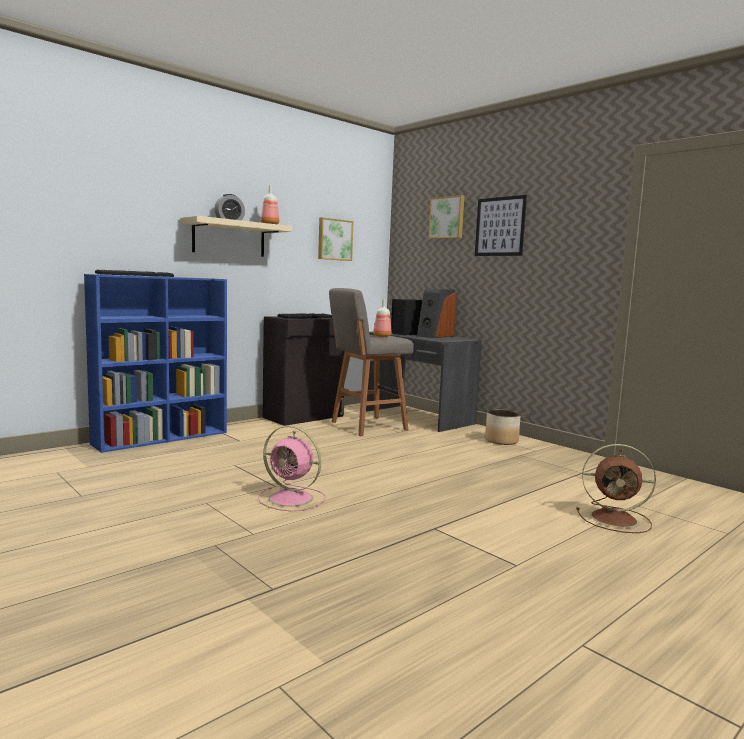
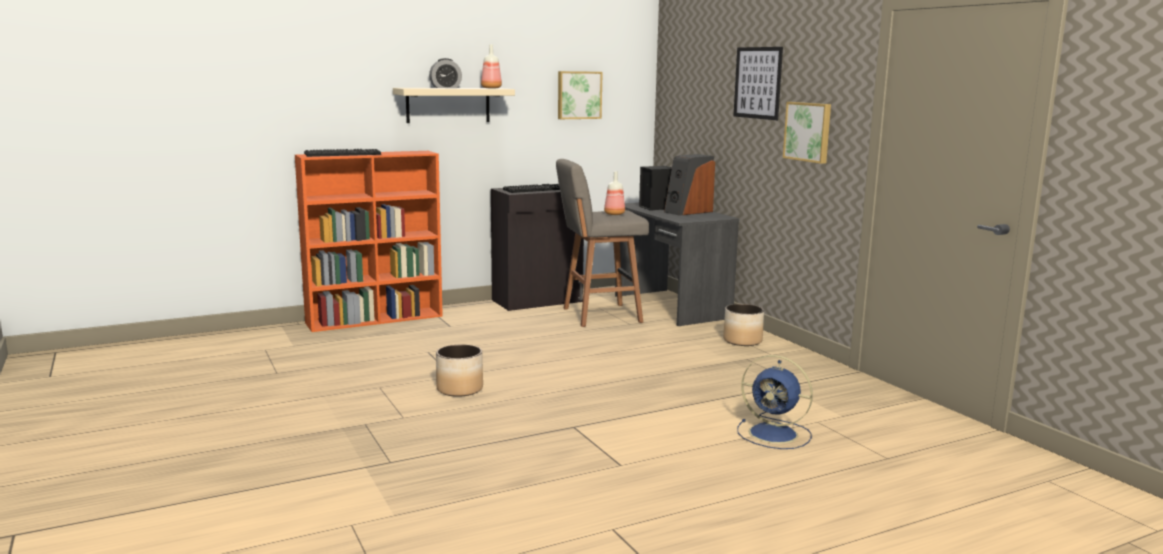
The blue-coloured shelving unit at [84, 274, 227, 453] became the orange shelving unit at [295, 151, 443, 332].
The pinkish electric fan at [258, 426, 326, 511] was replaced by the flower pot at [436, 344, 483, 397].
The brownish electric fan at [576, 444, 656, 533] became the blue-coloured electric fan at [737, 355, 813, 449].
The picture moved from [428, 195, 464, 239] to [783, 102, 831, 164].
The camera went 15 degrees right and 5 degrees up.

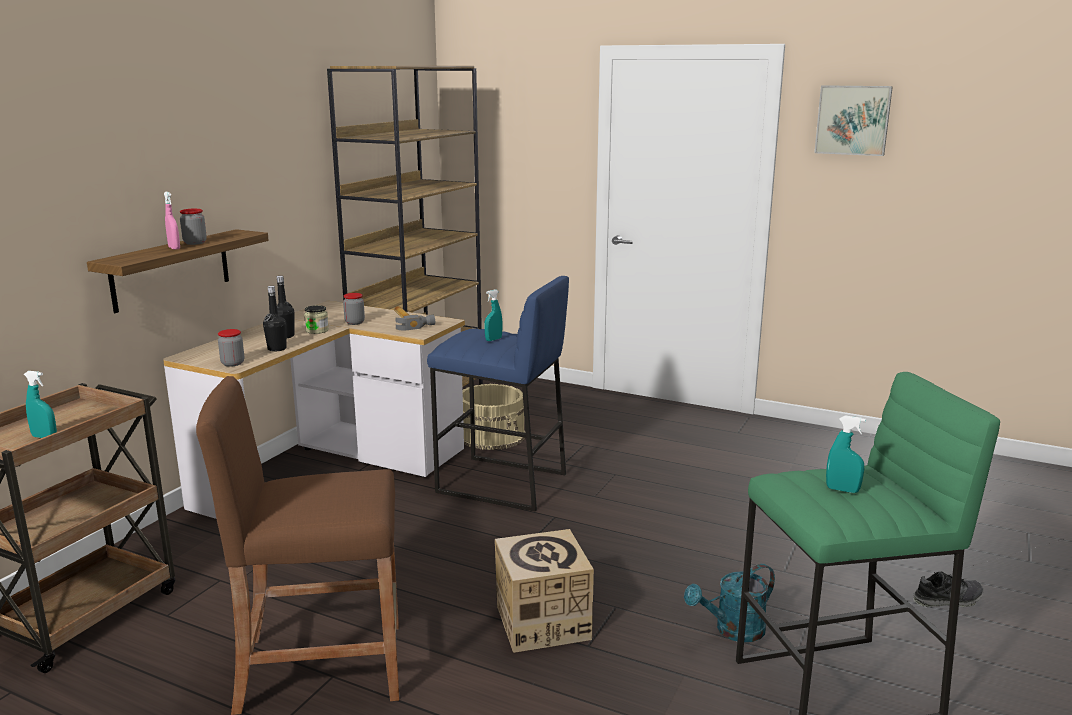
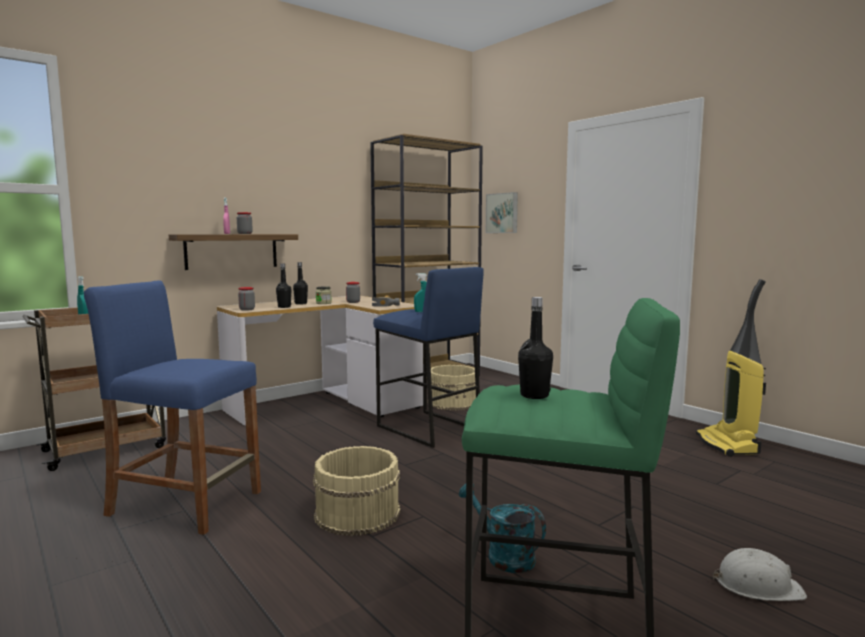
The brownish stool seat at [196, 376, 399, 715] became the blue-coloured stool seat at [84, 280, 261, 535].
The cardboard box at [495, 529, 594, 653] was replaced by the beige pail at [313, 446, 401, 536].
The turquoise sprinkling can at [684, 564, 775, 642] turned 45 degrees clockwise.
The picture moved from [814, 85, 893, 156] to [486, 192, 518, 233].
The turquoise hand sprayer at [826, 416, 866, 493] was replaced by the black-coloured beverage bottle at [518, 297, 553, 399].
The vacuum cleaner at [696, 279, 766, 457] appeared.
The item of footwear at [913, 572, 983, 608] was replaced by the white-coloured safety helmet at [713, 548, 807, 601].
The camera went 25 degrees right and 10 degrees down.

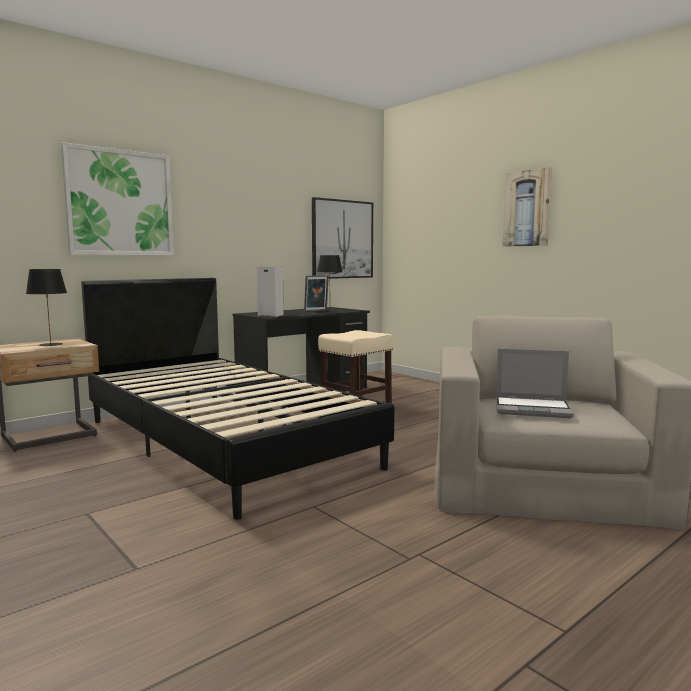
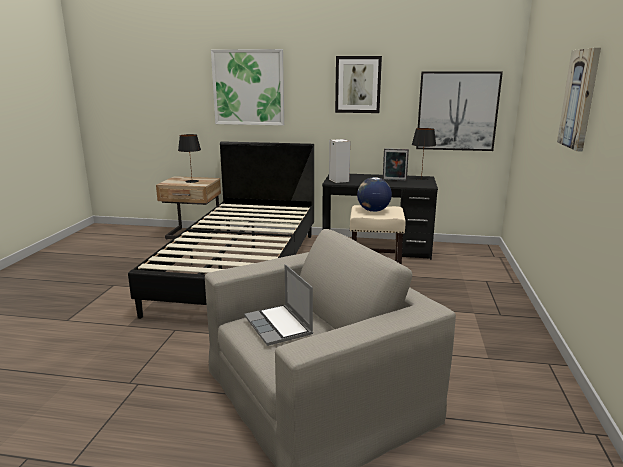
The picture at [335, 56, 382, 113] appeared.
The world globe at [357, 177, 392, 212] appeared.
The camera went 50 degrees right and 10 degrees up.

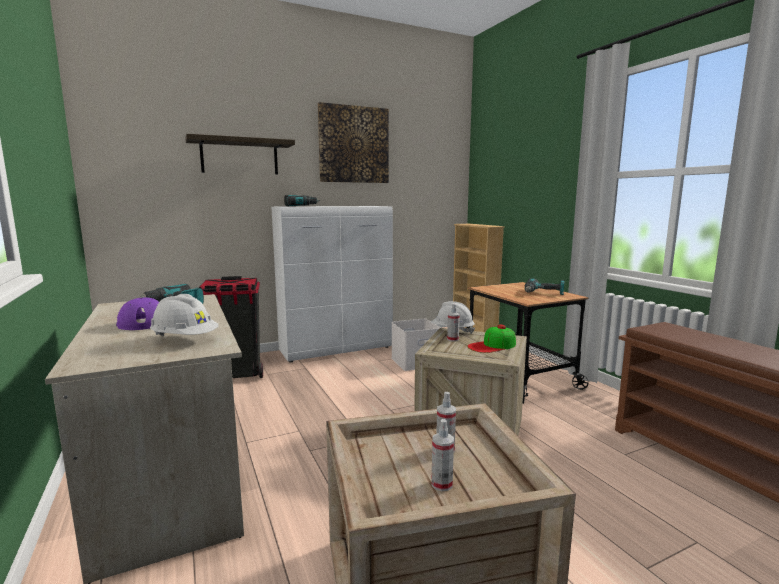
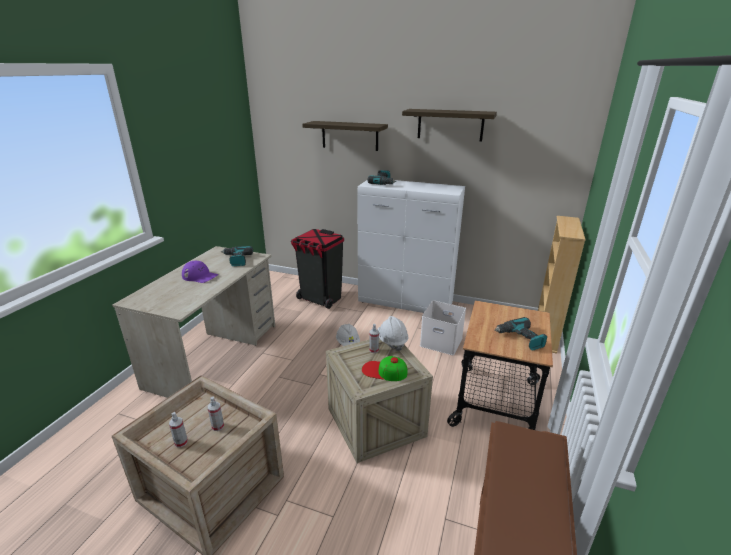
The white-coloured safety helmet moved from [150, 294, 219, 336] to [336, 324, 360, 346].
The picture at [318, 102, 389, 183] was replaced by the bracket shelf at [402, 109, 497, 142].
The camera went 45 degrees right and 15 degrees up.

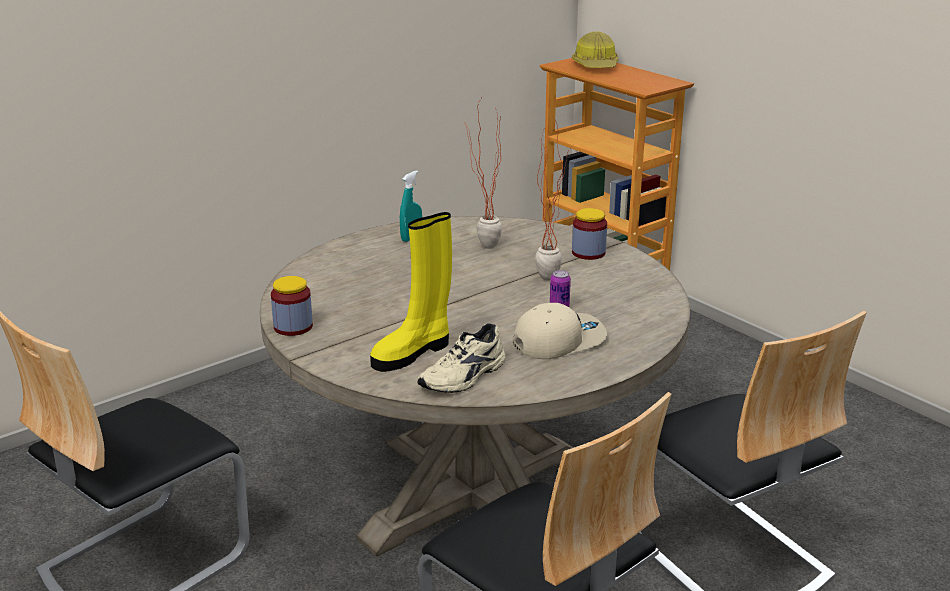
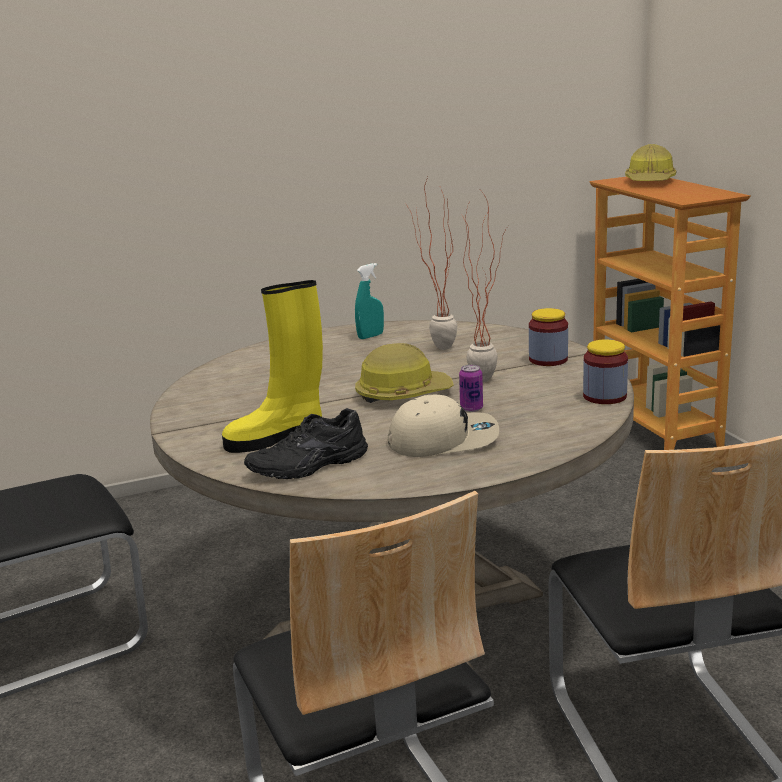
The beige item of footwear at [417, 323, 506, 393] became the black-coloured item of footwear at [244, 408, 368, 479].
The safety helmet at [355, 343, 454, 403] appeared.
The jar moved from [271, 276, 313, 336] to [583, 340, 628, 404].
The camera went 20 degrees right and 5 degrees down.

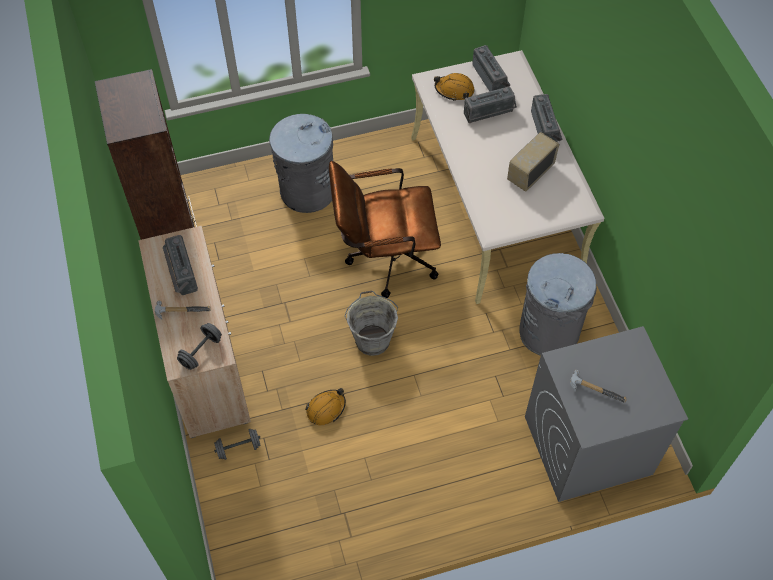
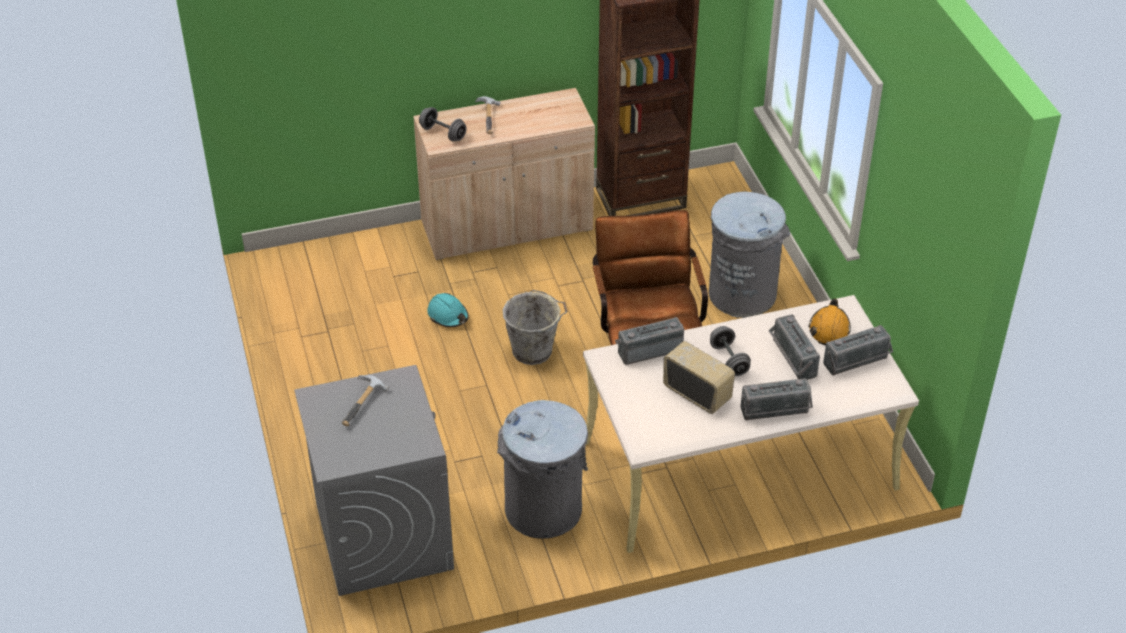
The orange safety helmet at [305, 388, 346, 425] became the turquoise safety helmet at [427, 293, 469, 327].
The radio set moved from [163, 235, 198, 295] to [615, 317, 684, 365].
The grey hand weight moved from [214, 429, 261, 460] to [710, 326, 751, 376].
The camera went 90 degrees right and 15 degrees down.

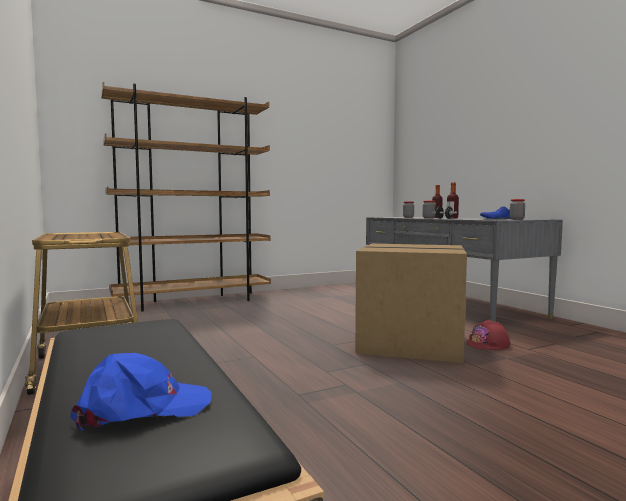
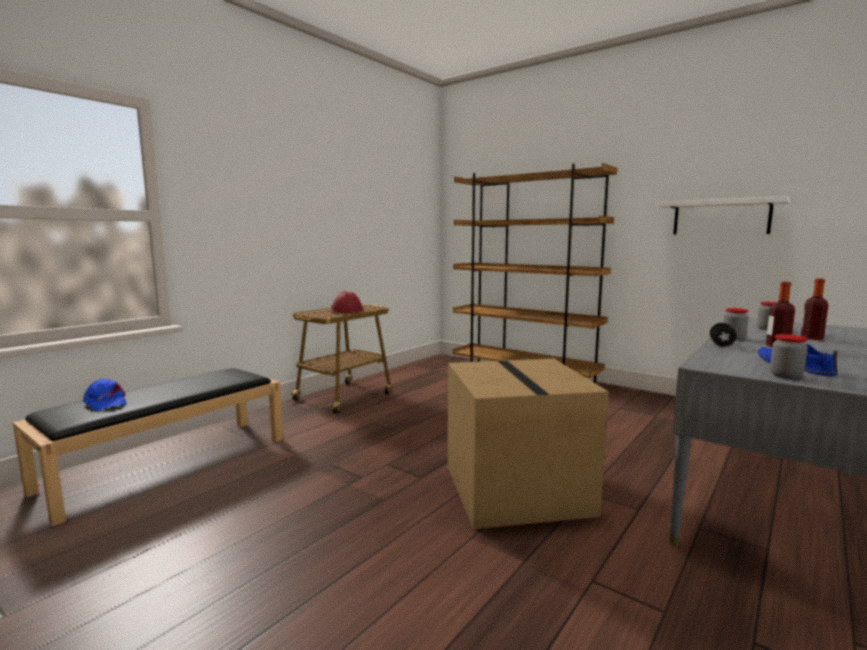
The reddish safety helmet moved from [466, 320, 510, 350] to [330, 291, 363, 313].
The white-coloured bracket shelf at [656, 196, 790, 234] appeared.
The camera went 65 degrees right and 5 degrees up.

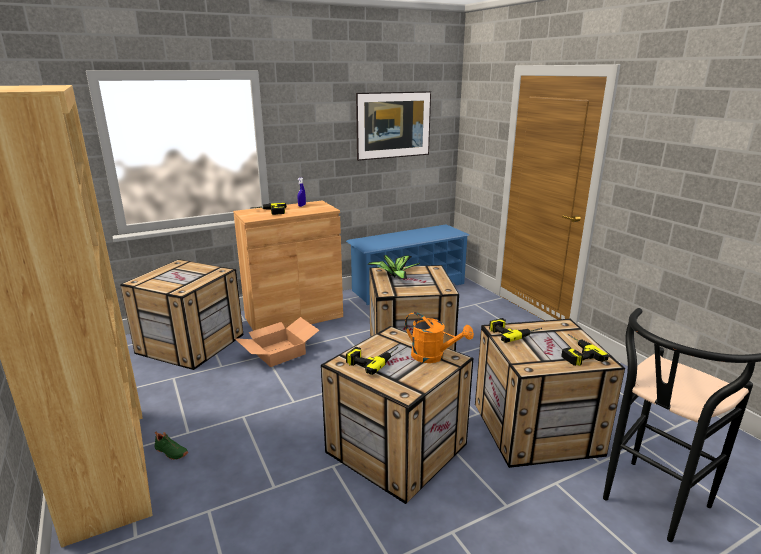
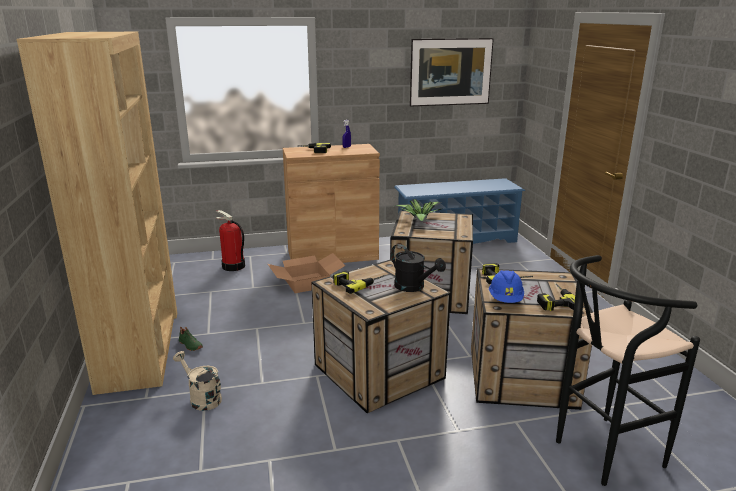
The beige sprinkling can at [173, 351, 222, 411] appeared.
The crate at [120, 259, 243, 370] was replaced by the fire extinguisher at [216, 210, 245, 271].
The orange sprinkling can at [405, 312, 474, 363] became the black-coloured sprinkling can at [391, 244, 446, 292].
The blue-coloured safety helmet at [489, 270, 524, 303] appeared.
The camera went 15 degrees right and 0 degrees up.

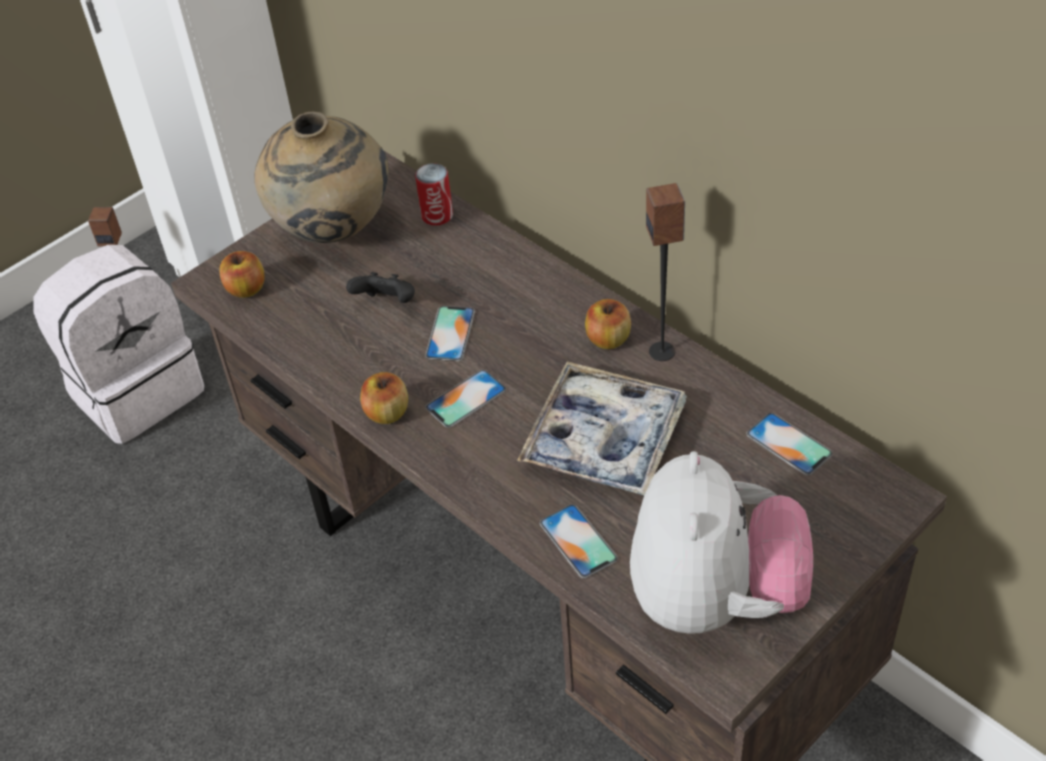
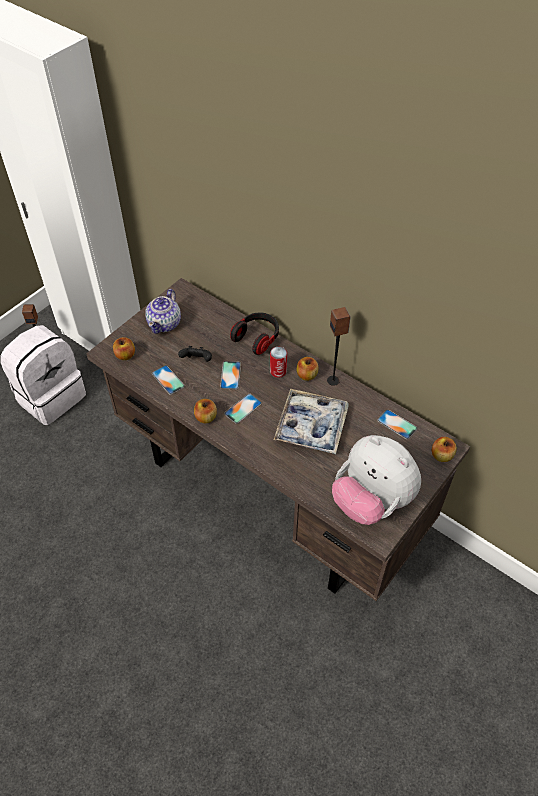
The beige decorative vase at [254, 112, 389, 243] was replaced by the tea pot at [145, 289, 181, 334].
The telephone moved from [539, 504, 618, 578] to [152, 365, 185, 395].
The headset at [230, 312, 279, 355] appeared.
The can moved from [415, 163, 453, 226] to [270, 347, 287, 378].
The soft toy at [630, 451, 813, 634] turned 135 degrees clockwise.
The apple at [432, 437, 457, 462] appeared.
The camera went 10 degrees left and 5 degrees up.

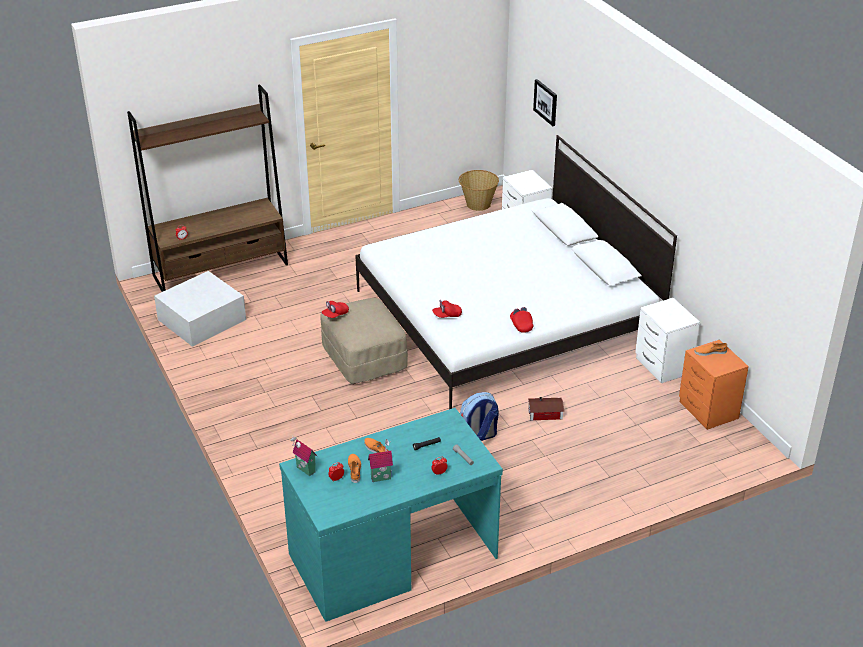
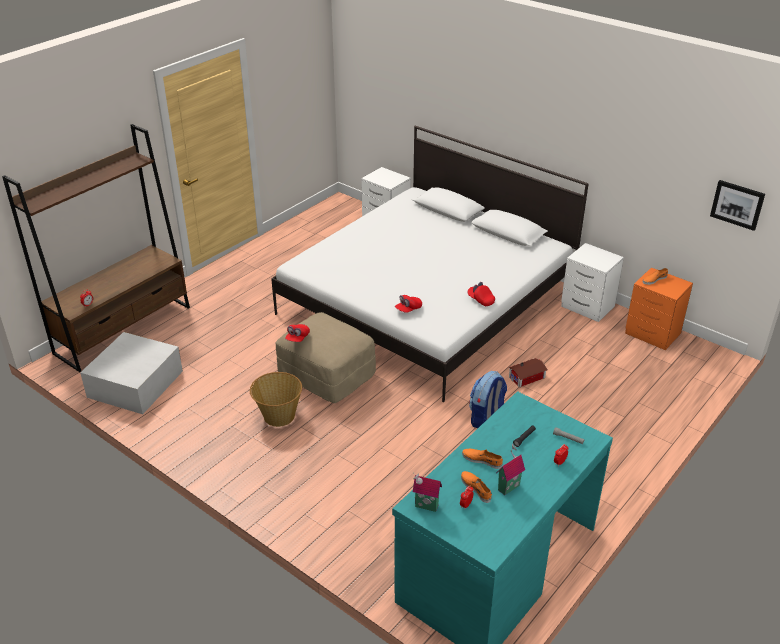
The household basket moved from [459, 170, 499, 211] to [250, 372, 302, 427].
The picture moved from [533, 79, 557, 126] to [710, 180, 765, 231].
The camera went 25 degrees left and 0 degrees up.

